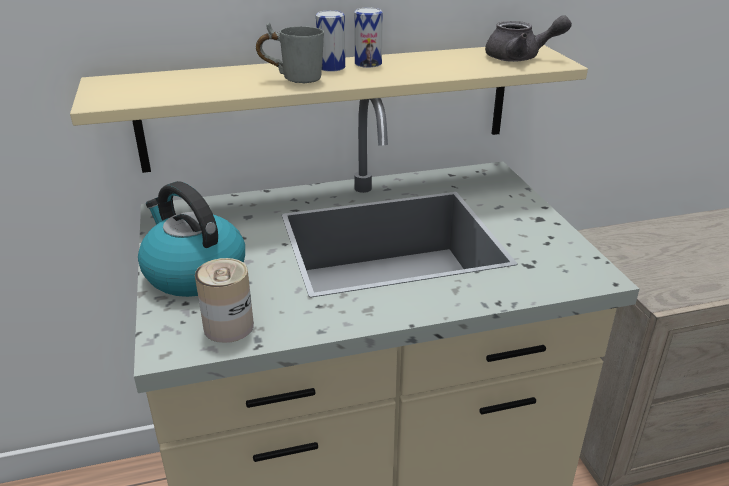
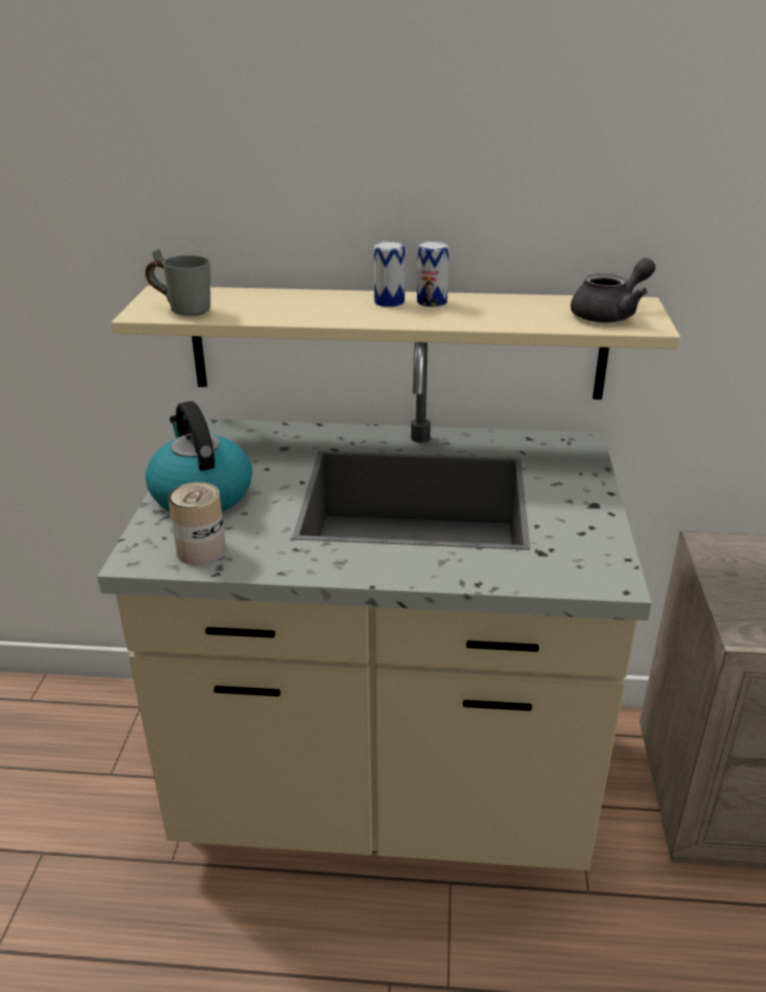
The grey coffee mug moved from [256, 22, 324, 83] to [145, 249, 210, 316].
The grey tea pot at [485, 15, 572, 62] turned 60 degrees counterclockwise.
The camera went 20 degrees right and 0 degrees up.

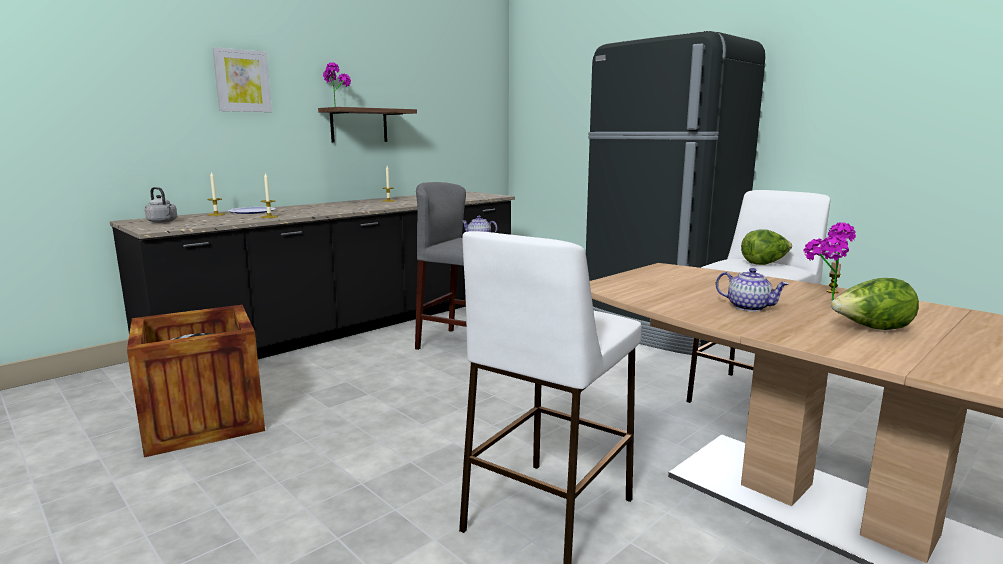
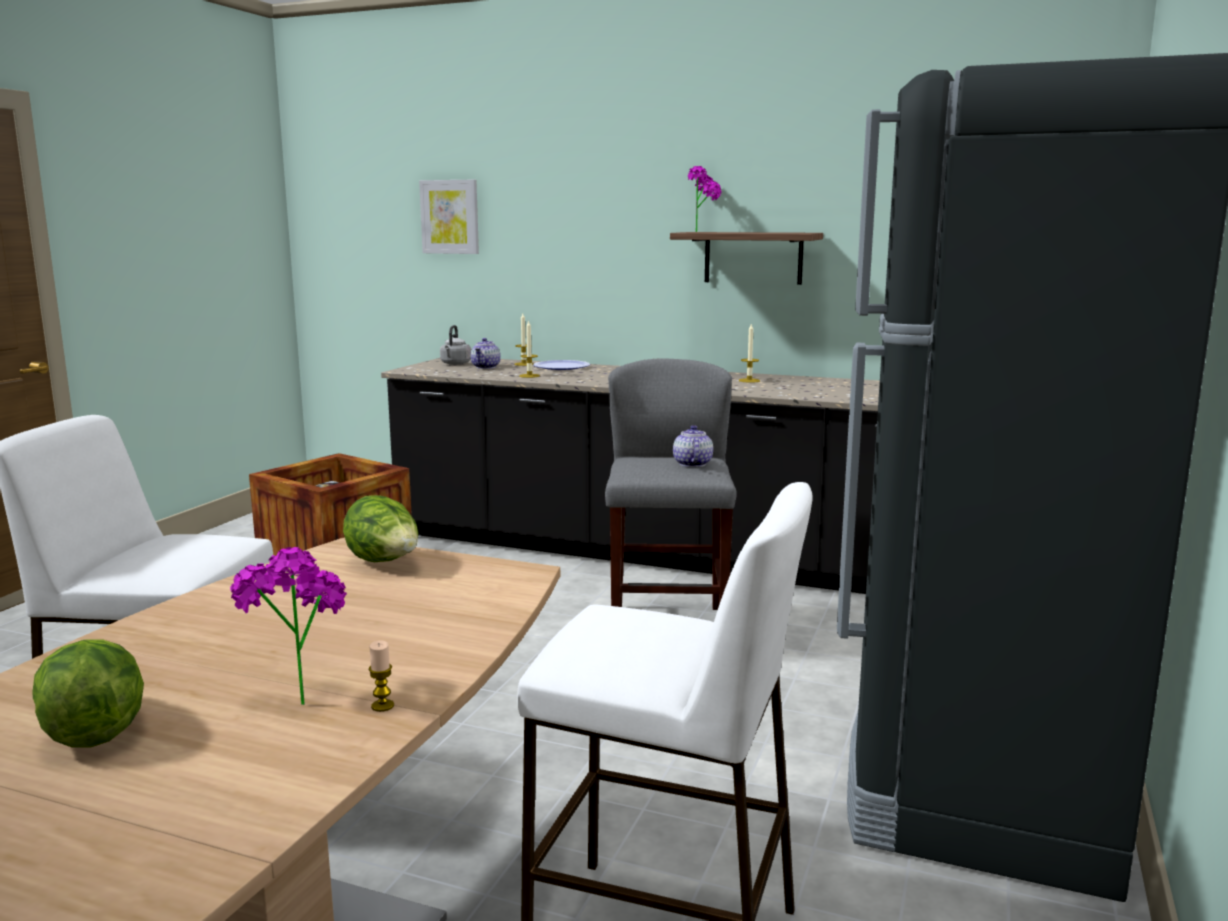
The lettuce moved from [741, 229, 792, 265] to [343, 495, 418, 562].
The picture moved from [213, 47, 272, 112] to [419, 180, 479, 254].
The tea pot moved from [716, 268, 789, 312] to [470, 338, 501, 369].
The camera went 65 degrees right and 0 degrees up.

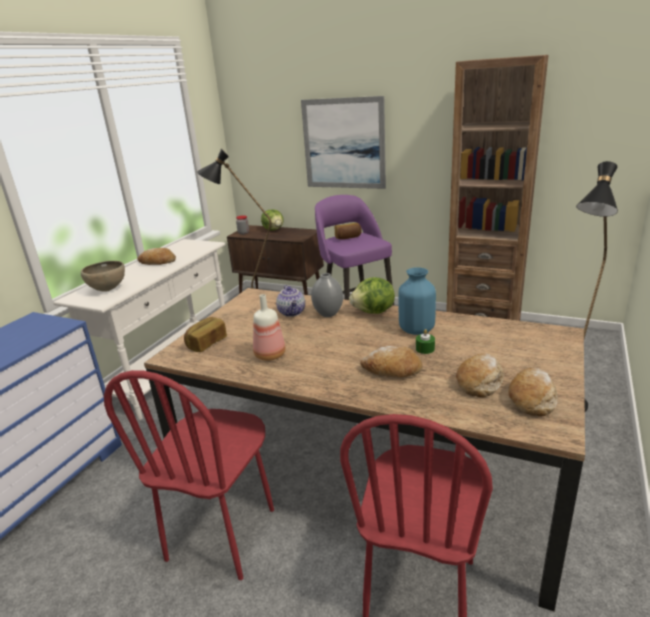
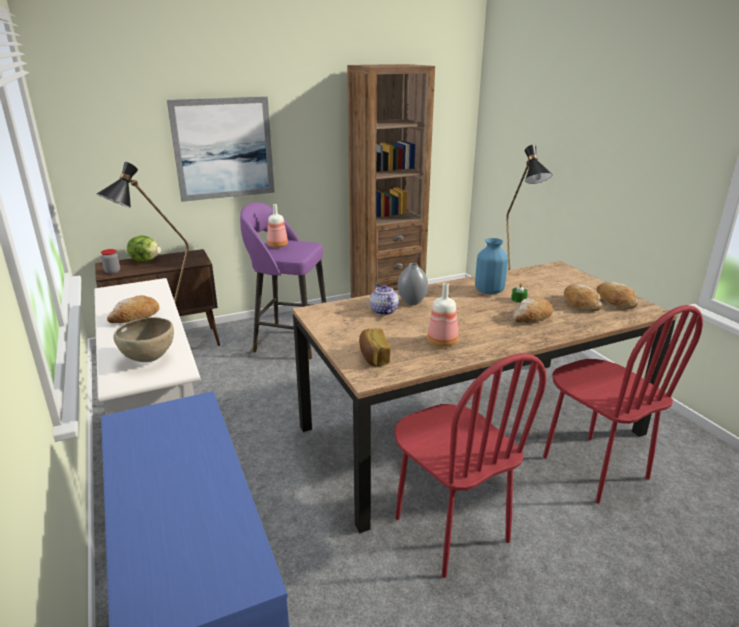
The baked bread at [335, 223, 362, 239] was replaced by the beverage bottle at [267, 204, 288, 248].
The tea pot at [276, 285, 305, 317] turned 135 degrees counterclockwise.
The lettuce at [349, 277, 395, 314] disappeared.
The camera went 50 degrees left and 0 degrees up.

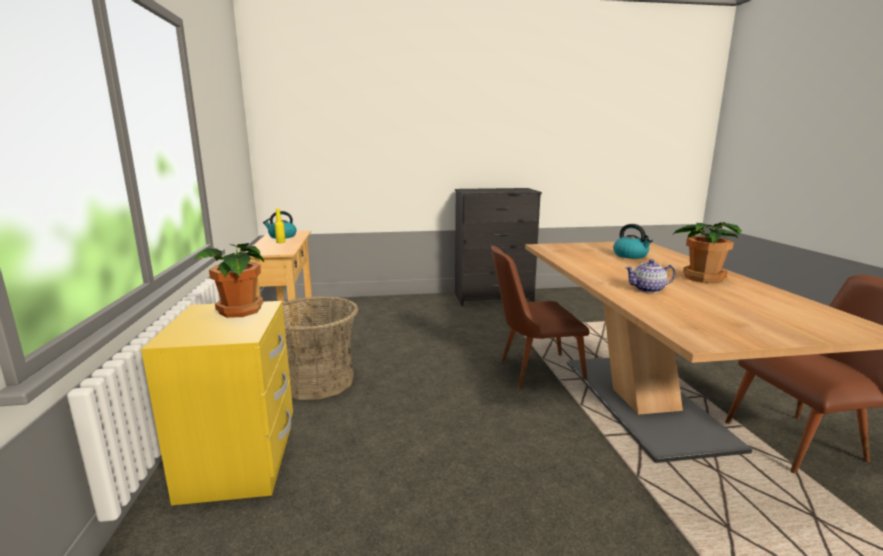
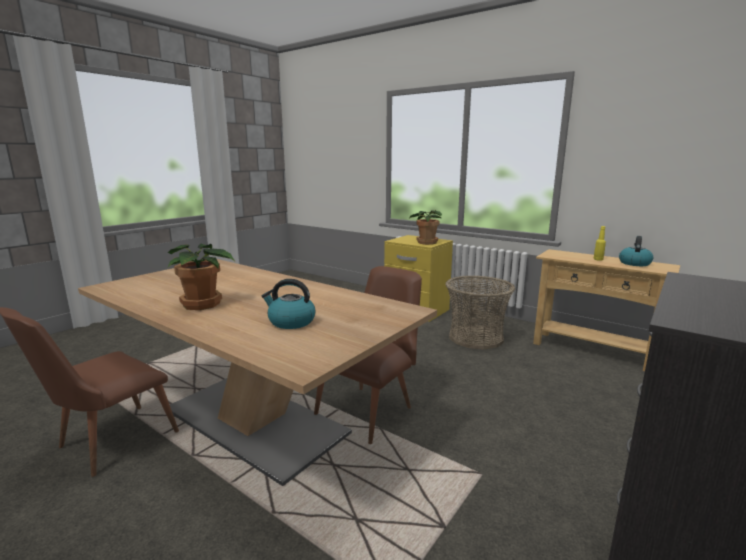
The tea pot at [625, 259, 676, 293] disappeared.
The camera went 135 degrees right and 0 degrees up.

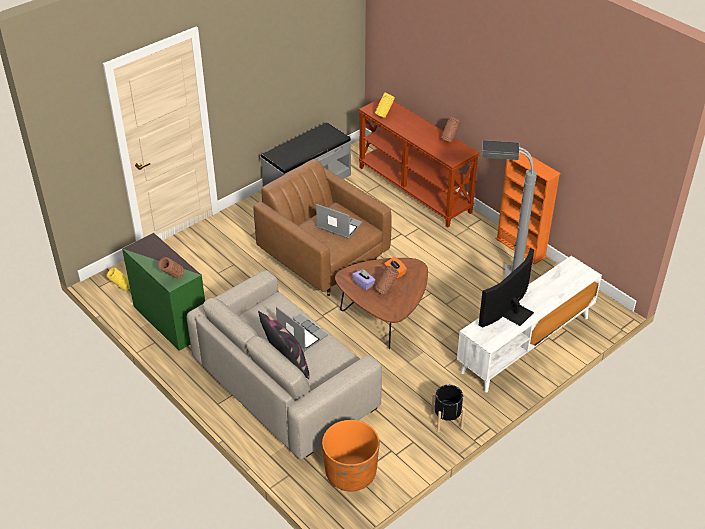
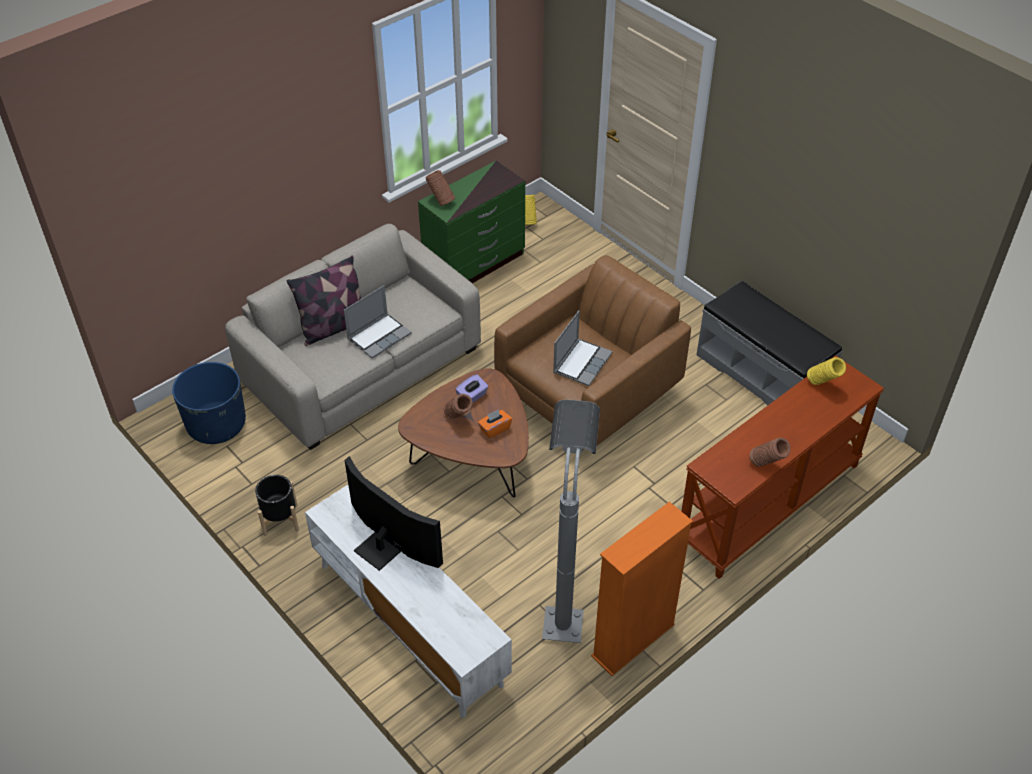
The orange flower pot at [322, 420, 379, 491] became the blue-coloured flower pot at [172, 362, 246, 444].
The camera went 90 degrees right and 5 degrees up.

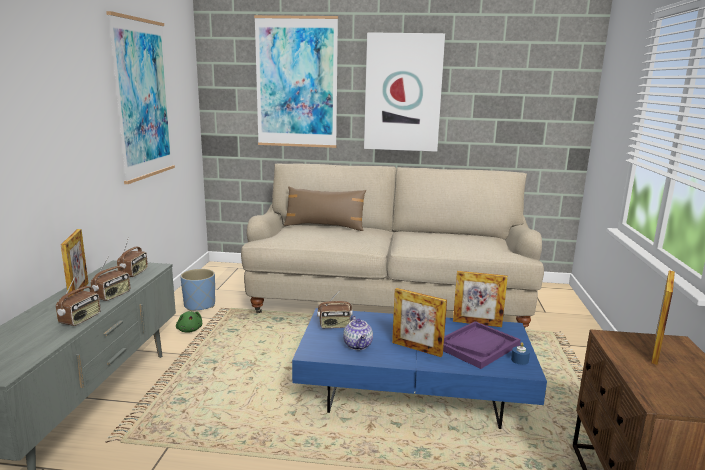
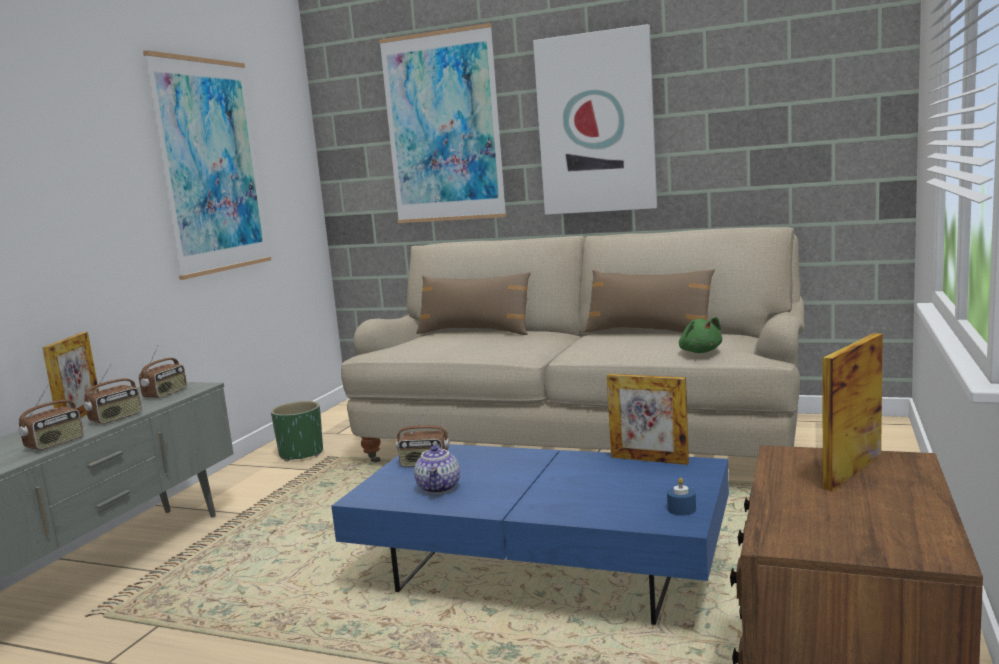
The blue-coloured flower pot at [180, 269, 215, 312] became the green-coloured flower pot at [271, 401, 323, 462].
The brownish throw pillow at [584, 269, 715, 333] appeared.
The green-coloured soft toy moved from [176, 311, 202, 333] to [679, 317, 722, 353].
The photo frame at [392, 288, 447, 357] disappeared.
The purple tray at [443, 321, 521, 369] disappeared.
The camera went 15 degrees right and 5 degrees down.

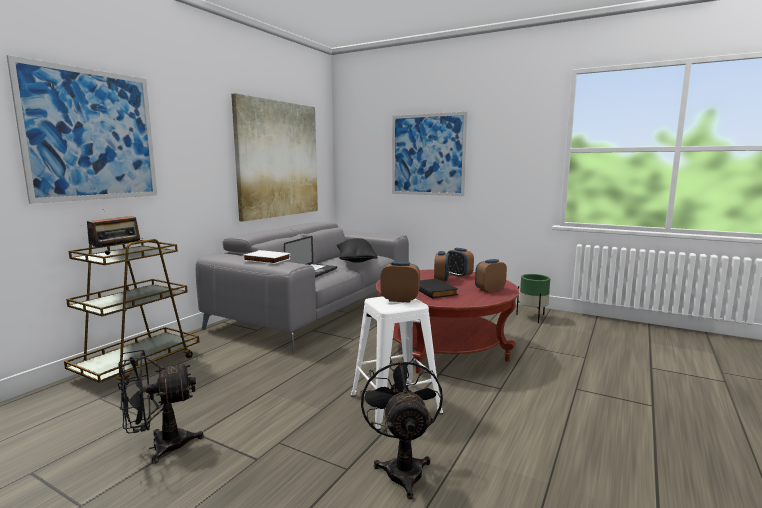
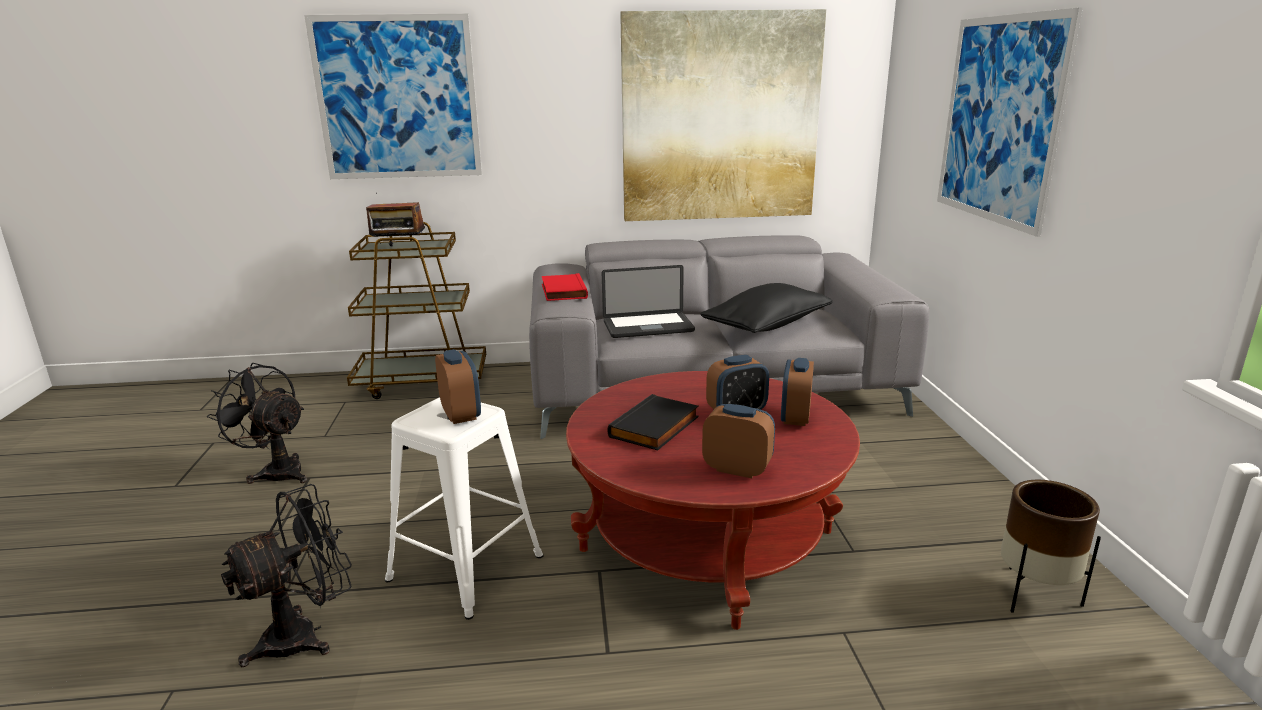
The white-coloured book at [243, 250, 291, 264] became the reddish book at [542, 273, 588, 301].
The green-coloured flower pot at [516, 274, 550, 323] became the brownish flower pot at [1001, 480, 1101, 613].
The camera went 55 degrees right and 10 degrees up.

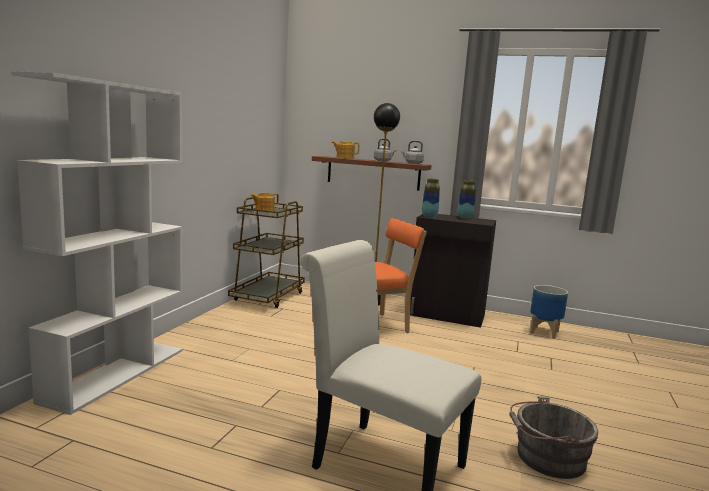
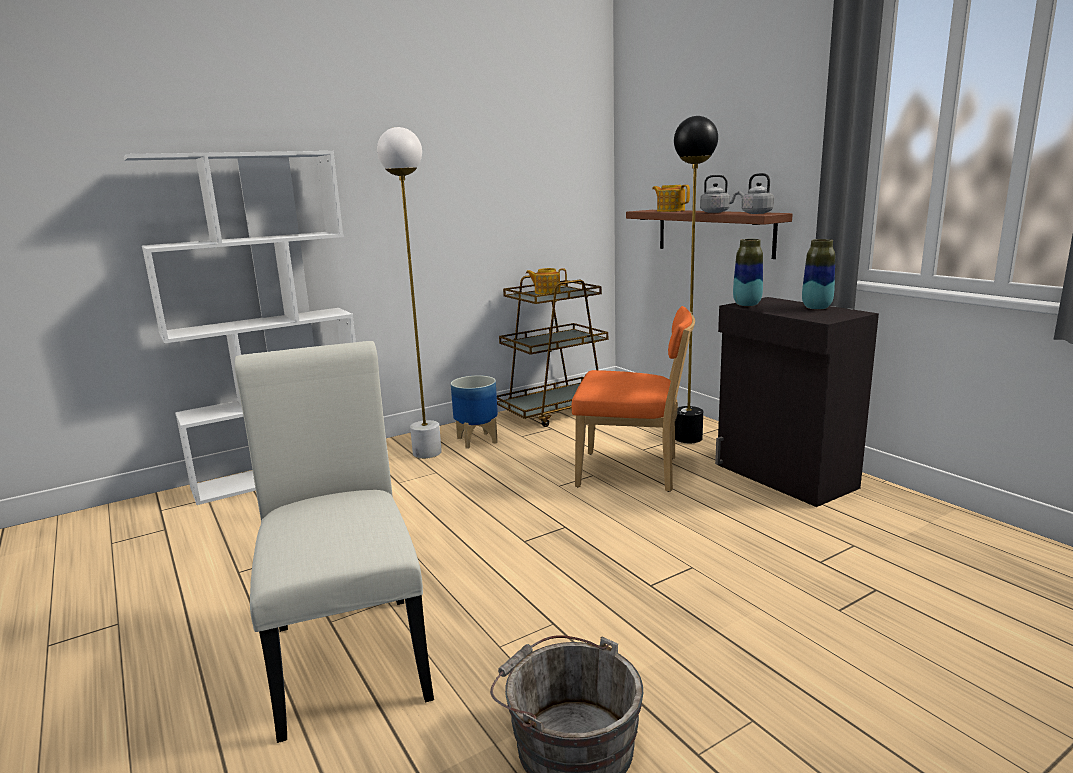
The white-coloured floor lamp at [377, 127, 442, 459] appeared.
The flower pot moved from [530, 285, 568, 339] to [451, 375, 498, 449].
The camera went 40 degrees right and 5 degrees up.

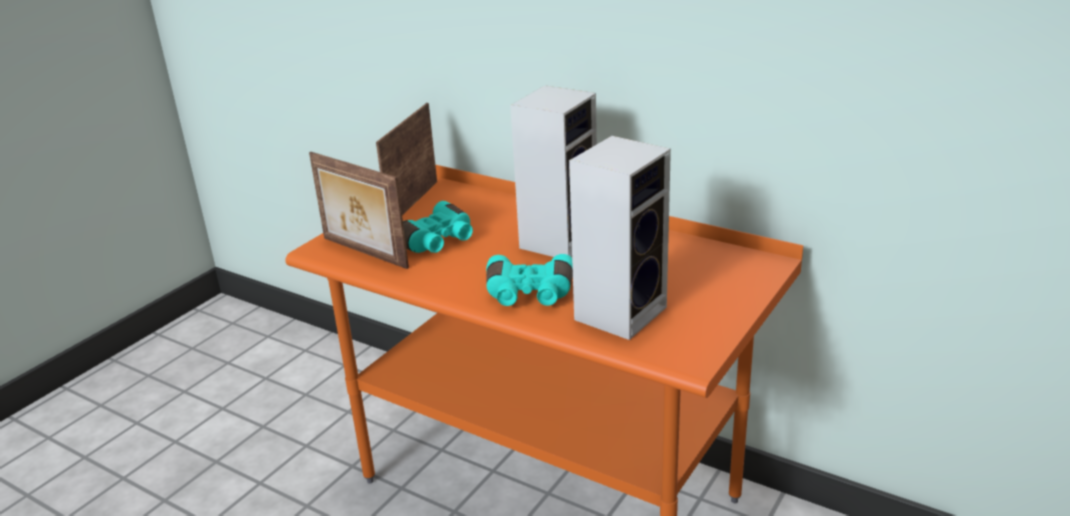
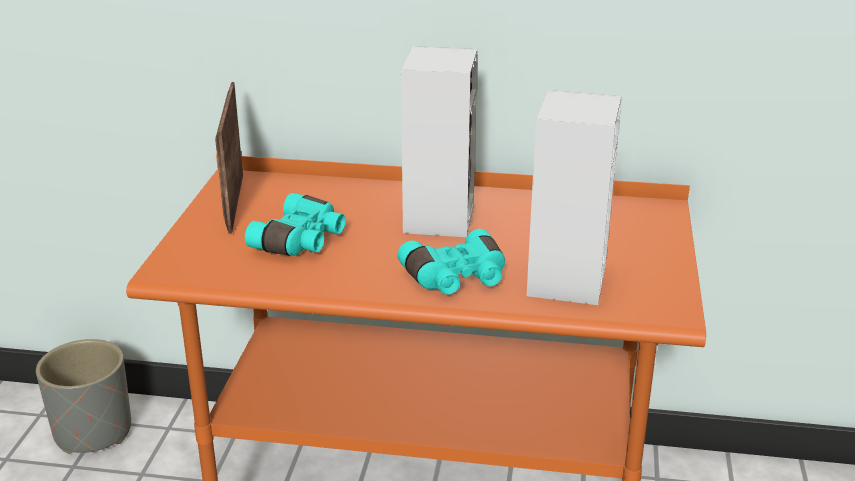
The grey flower pot at [36, 339, 131, 454] appeared.
The photo frame at [309, 152, 409, 269] disappeared.
The camera went 25 degrees left and 0 degrees up.

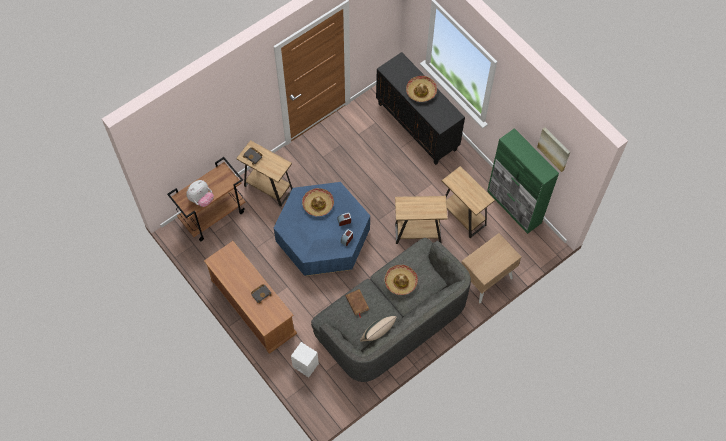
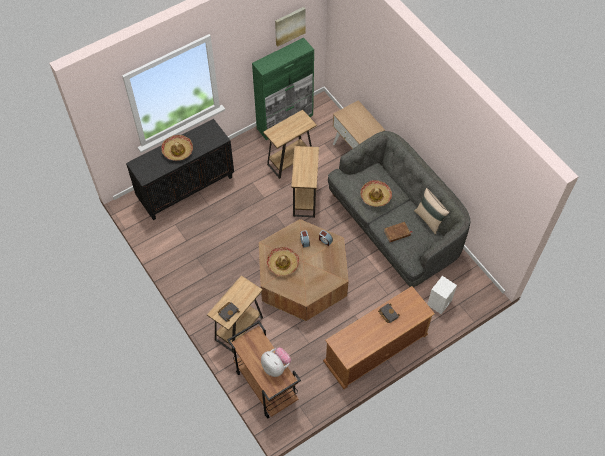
The blue-coloured lounge table at [274, 182, 370, 276] became the brownish lounge table at [259, 219, 349, 321].
The camera went 85 degrees left and 5 degrees down.

